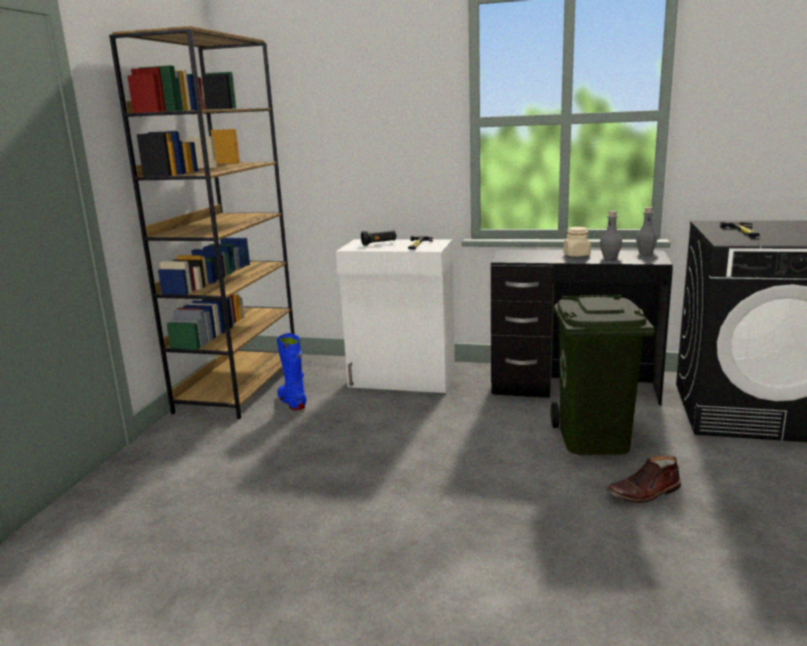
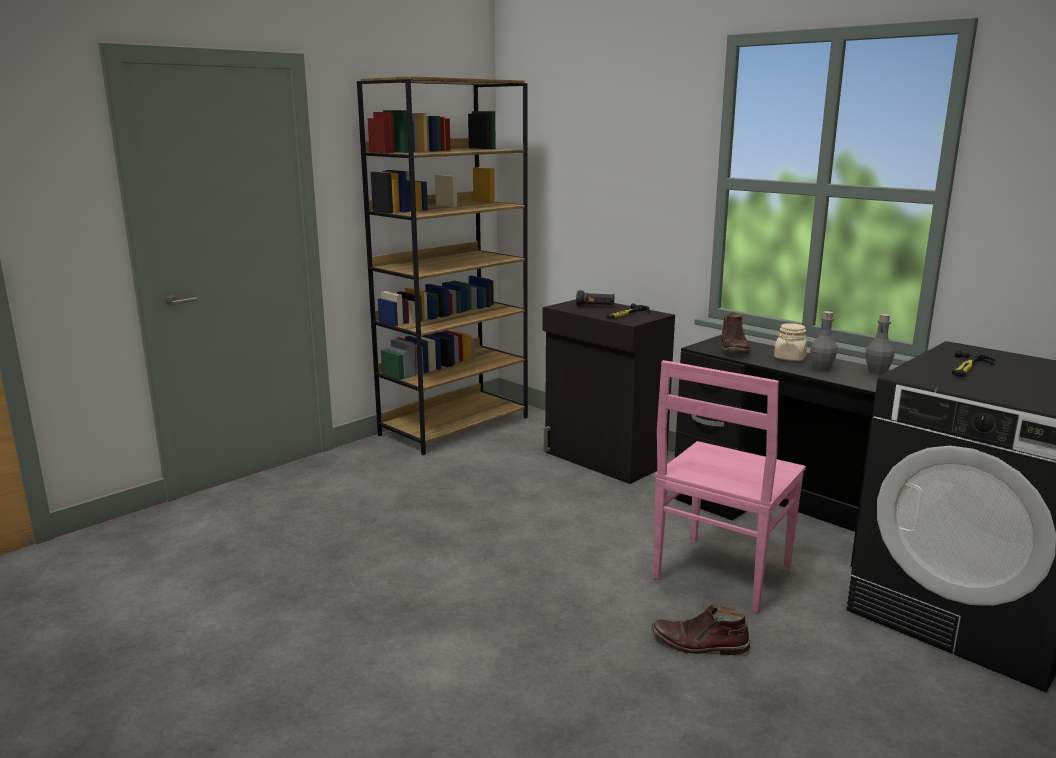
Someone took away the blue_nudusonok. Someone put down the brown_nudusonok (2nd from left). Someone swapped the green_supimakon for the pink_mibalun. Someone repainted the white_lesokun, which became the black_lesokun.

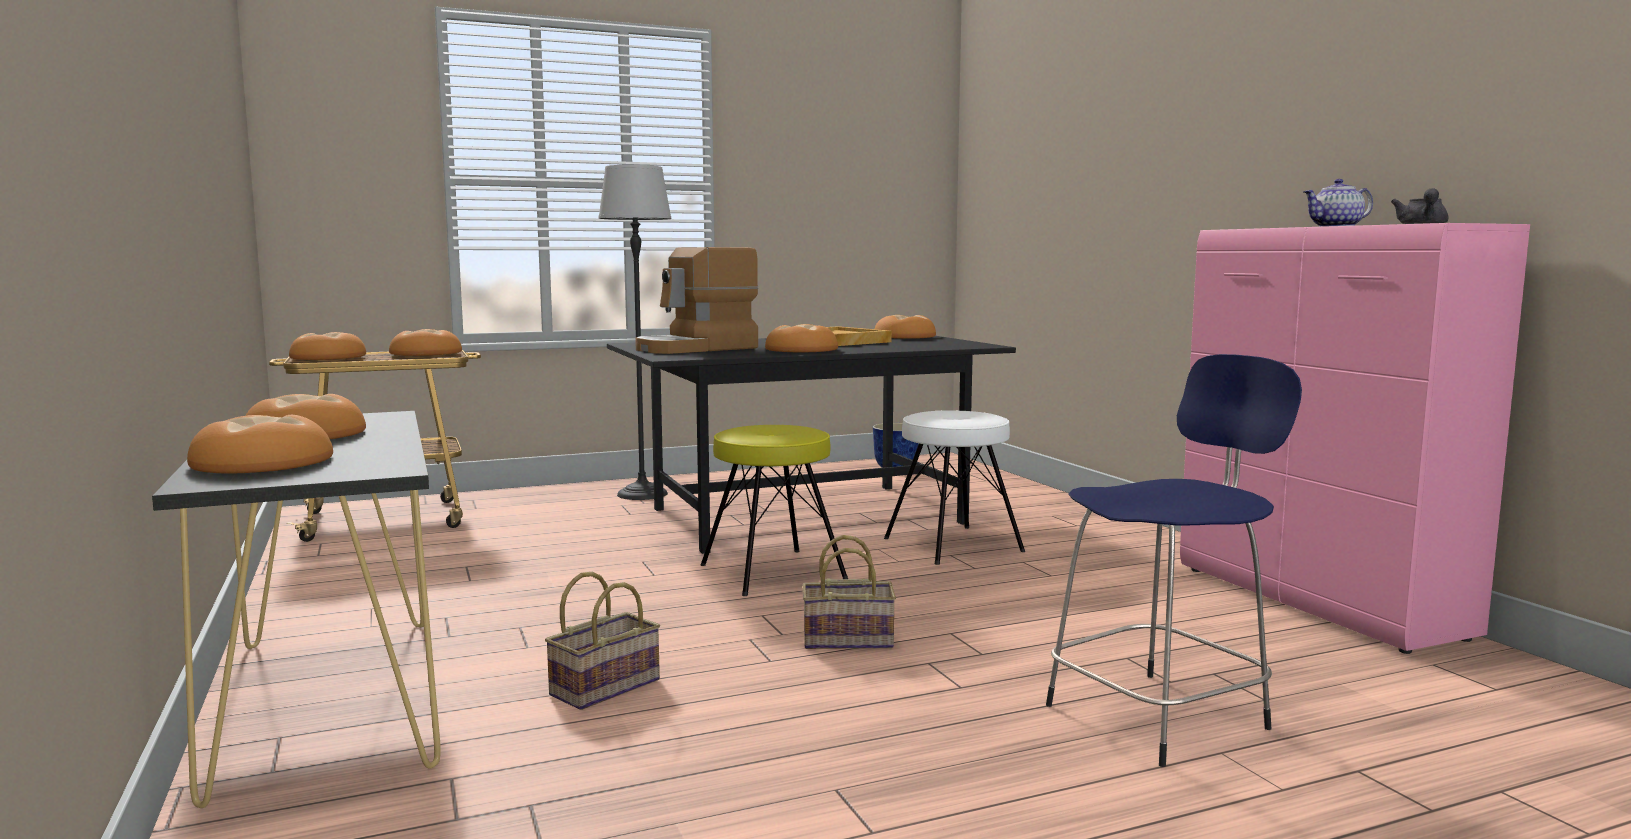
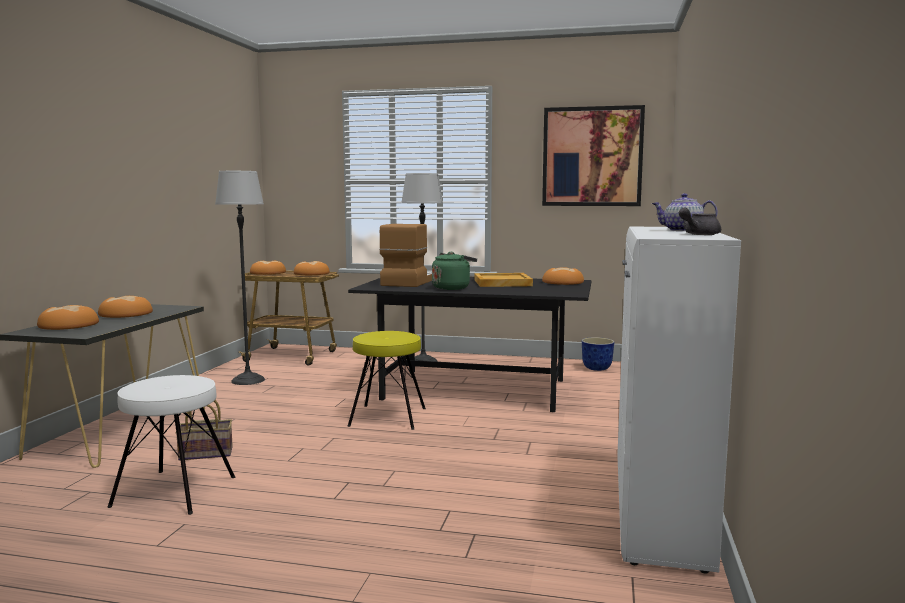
Someone took away the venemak (2nd from left). Someone took away the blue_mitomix. Someone put down the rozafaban (1st from left). Someone put up the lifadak. Someone carried the white_mitomix. Someone swapped the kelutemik (5th from left) for the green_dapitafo. Someone repainted the pink_lesokun, which became the white_lesokun. Someone rotated the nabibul by 105 degrees clockwise.

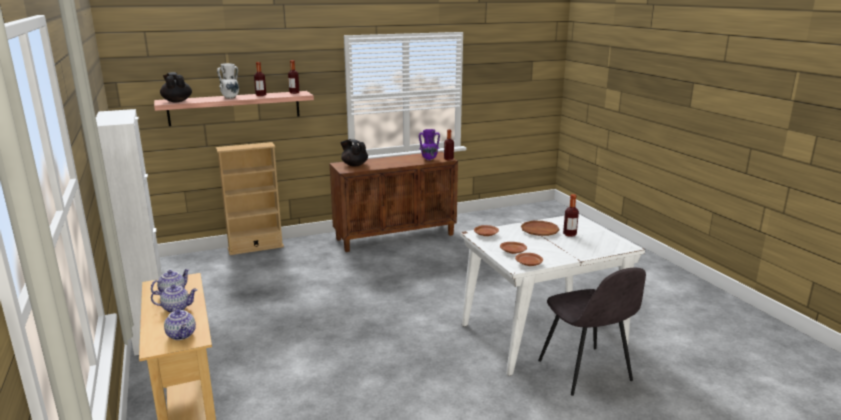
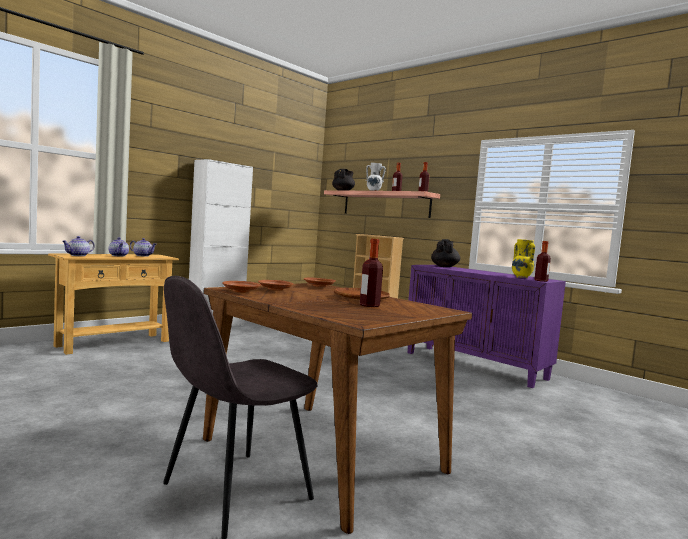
Someone repainted the brown_lesokun, which became the purple_lesokun. Someone repainted the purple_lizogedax, which became the yellow_lizogedax. Someone repainted the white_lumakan, which became the brown_lumakan.

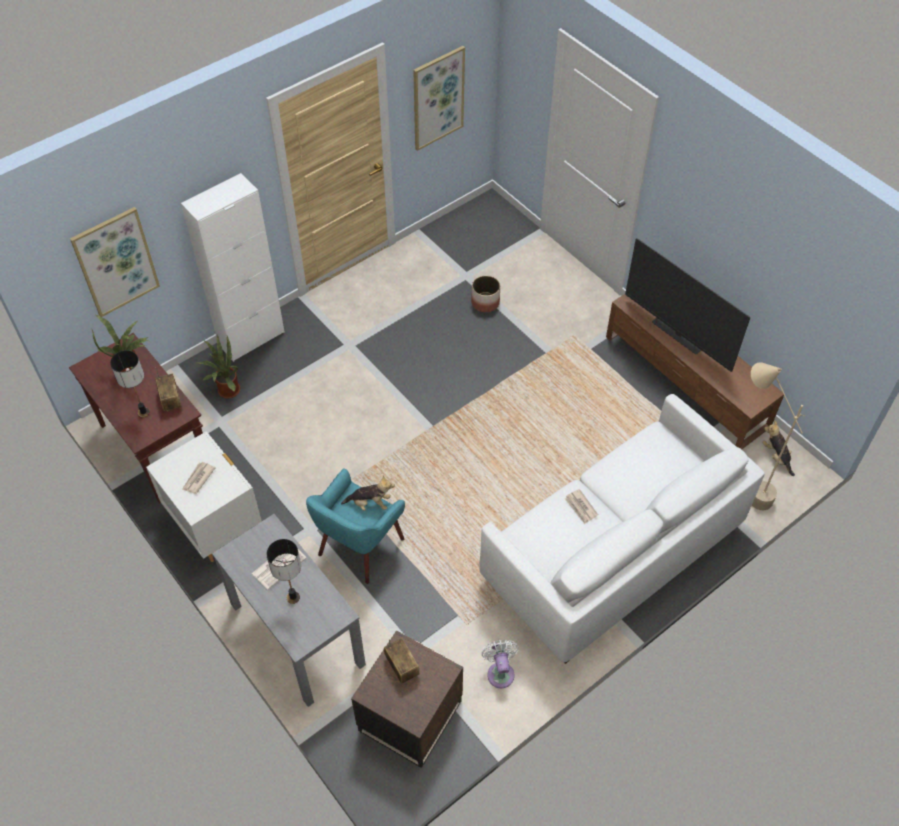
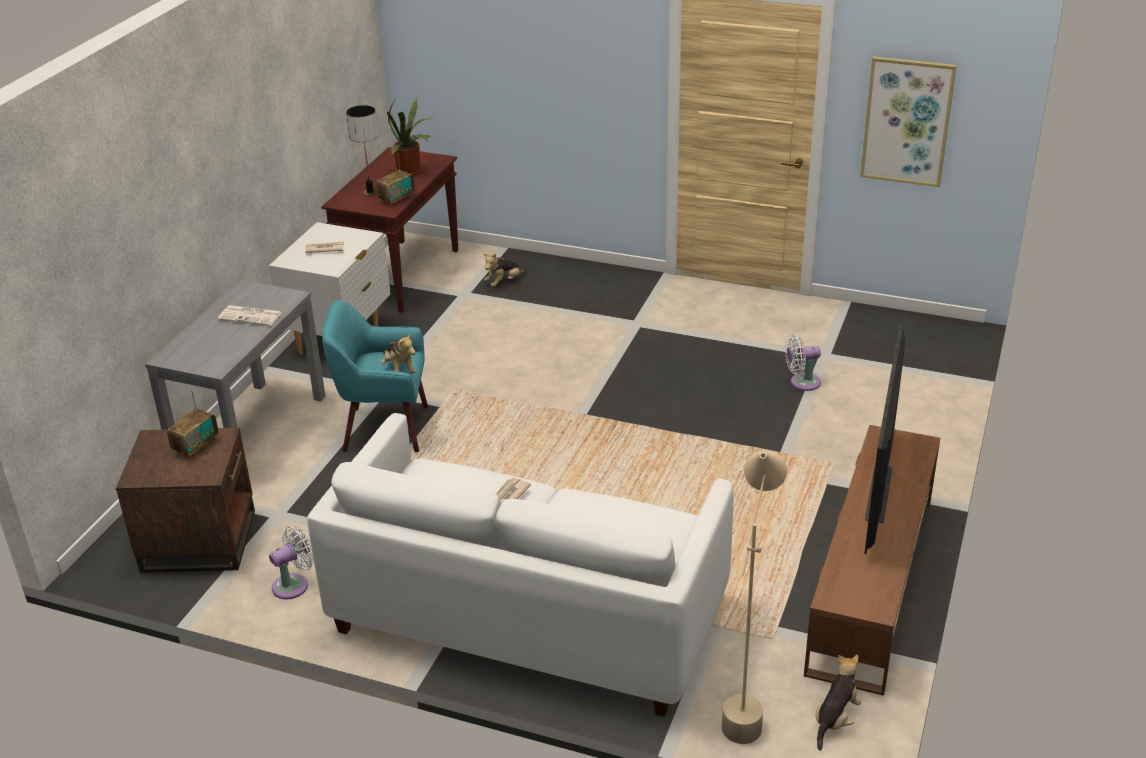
Someone took away the lifadak (1st from left). Someone took away the white_lesokun. Someone took away the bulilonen (2nd from left). Someone swapped the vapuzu (2nd from left) for the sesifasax (2nd from left). Someone swapped the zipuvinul for the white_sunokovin (2nd from left).

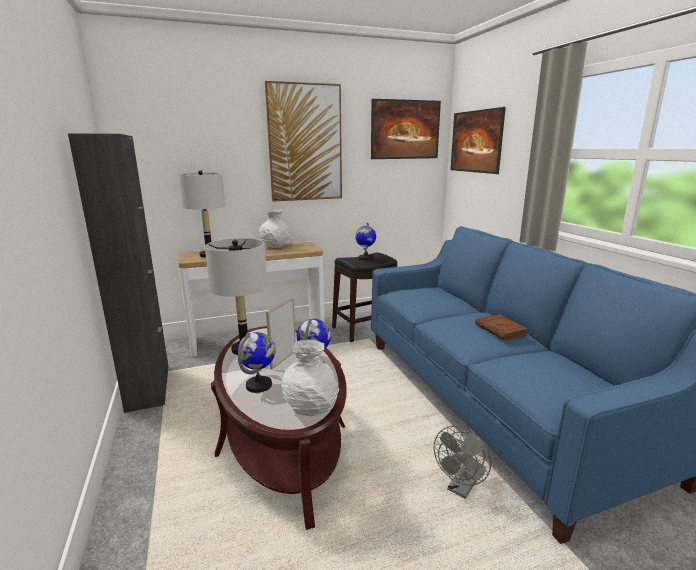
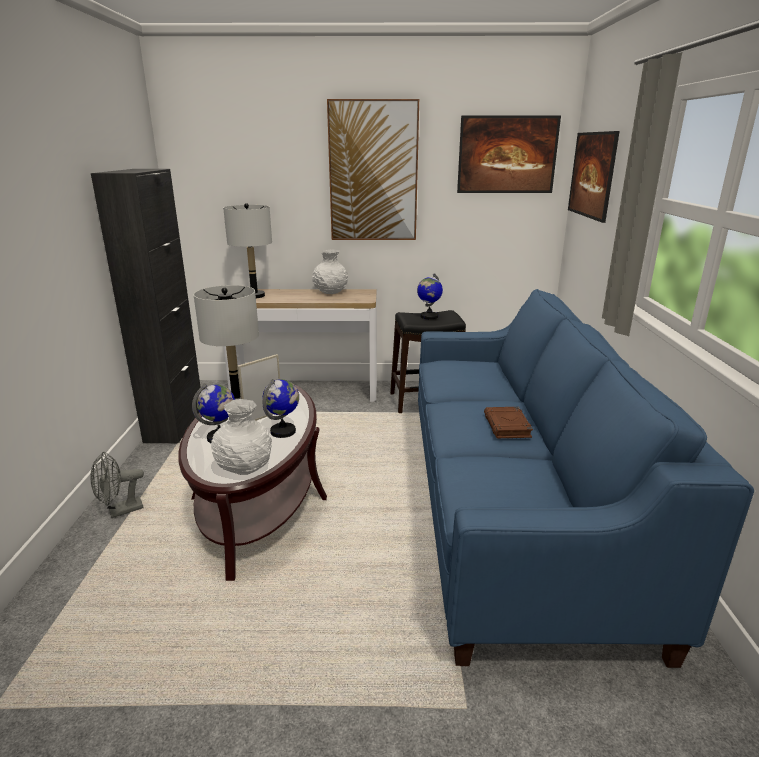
Someone carried the grey_sunokovin.

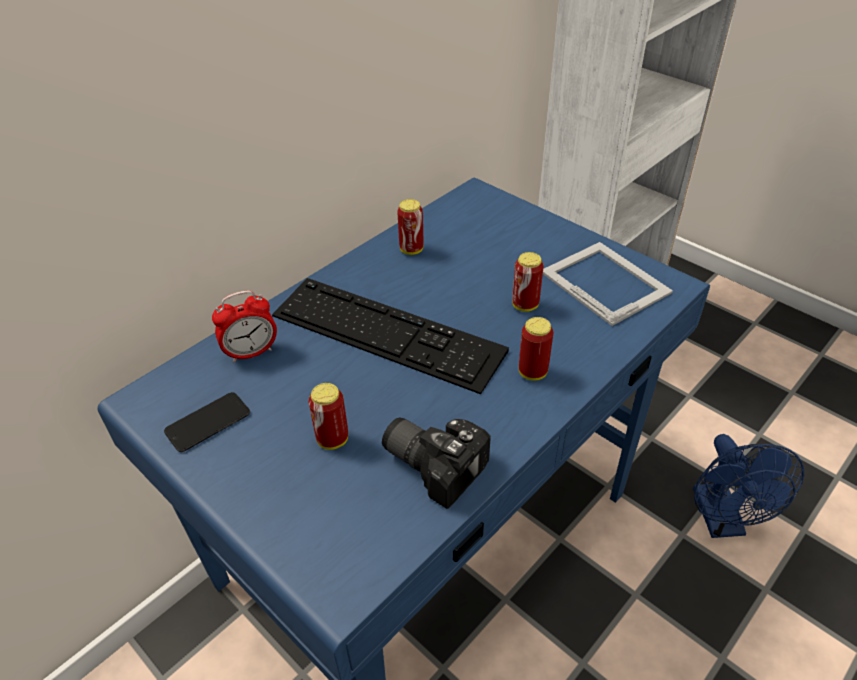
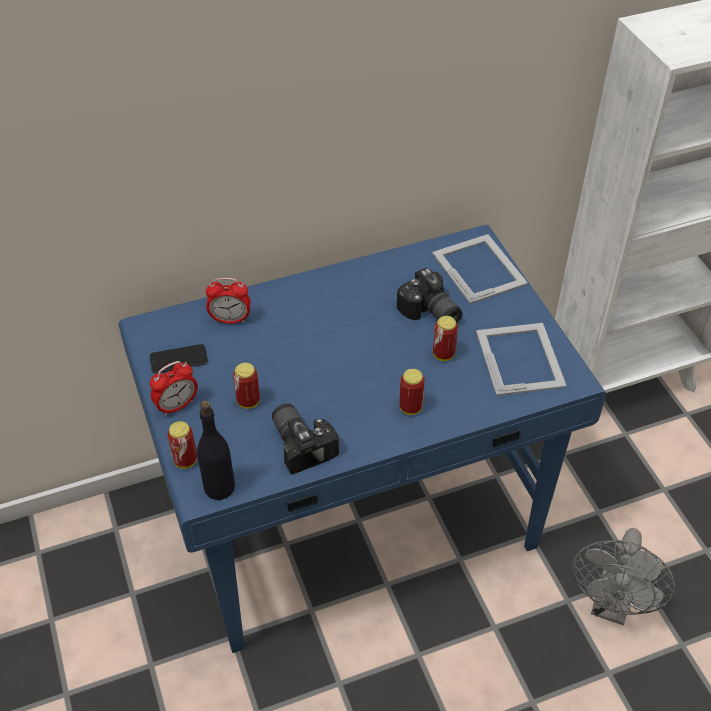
Someone took away the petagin. Someone put down the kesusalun (1st from left). Someone put down the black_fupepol. Someone put down the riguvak (2nd from left). Someone put down the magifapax (1st from left). Someone carried the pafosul (2nd from left in the first image). Someone repainted the blue_sunokovin, which became the grey_sunokovin.

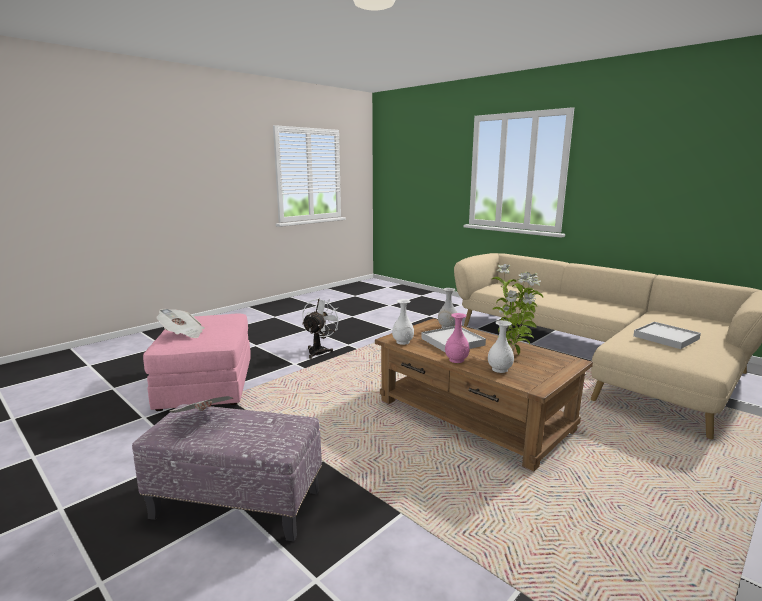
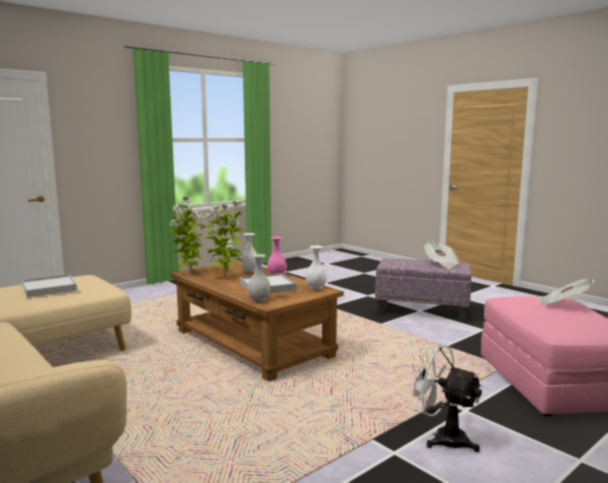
Someone put down the vapuzu (1st from left). Someone rotated the white_sunokovin by 105 degrees clockwise.

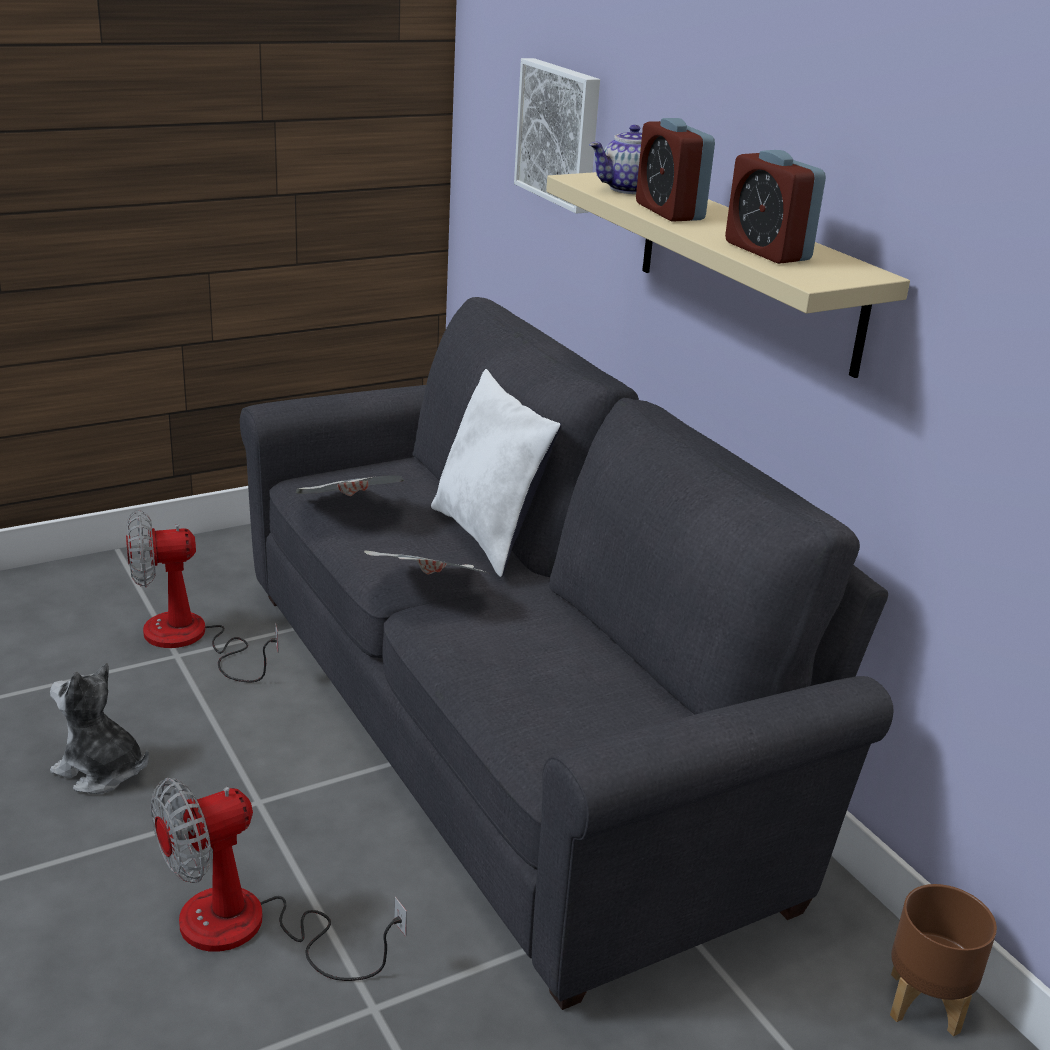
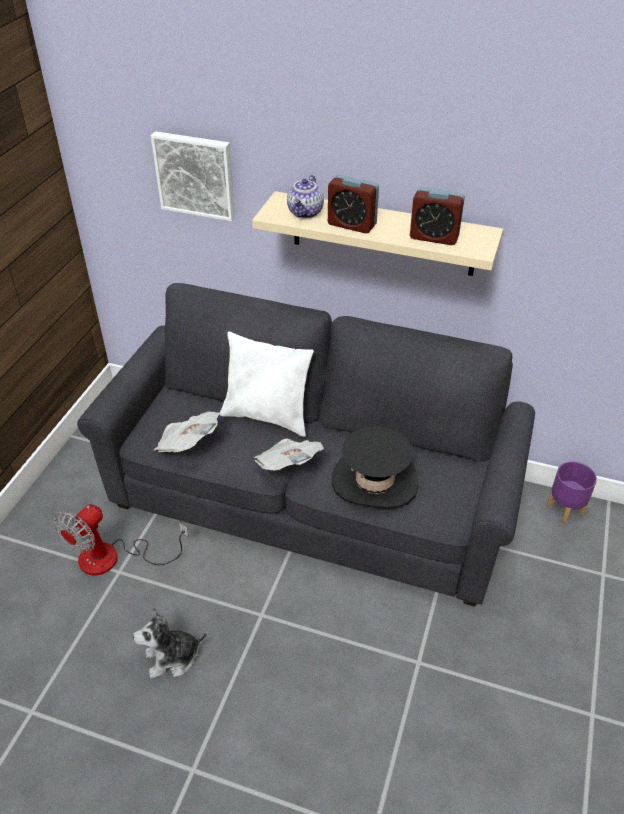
Someone took away the sunokovin (2nd from left). Someone put down the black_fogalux. Someone repainted the brown_zipuvinul, which became the purple_zipuvinul.

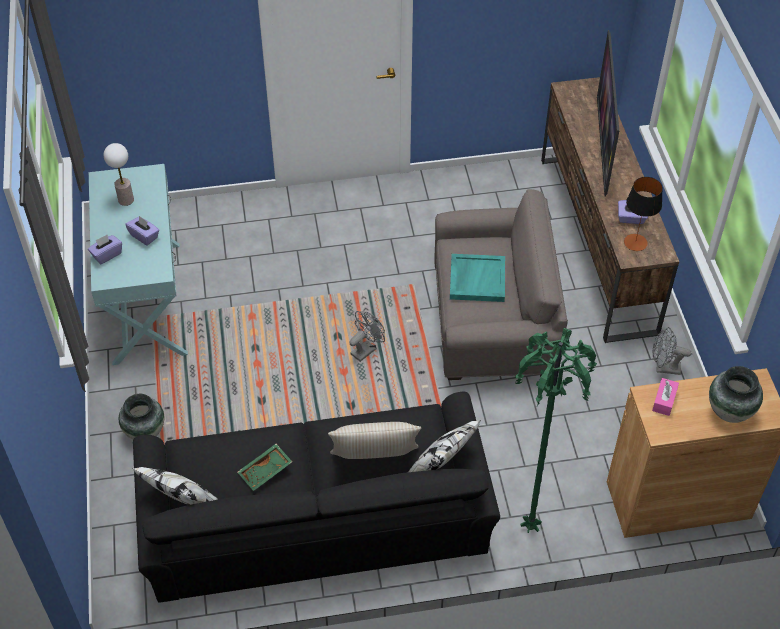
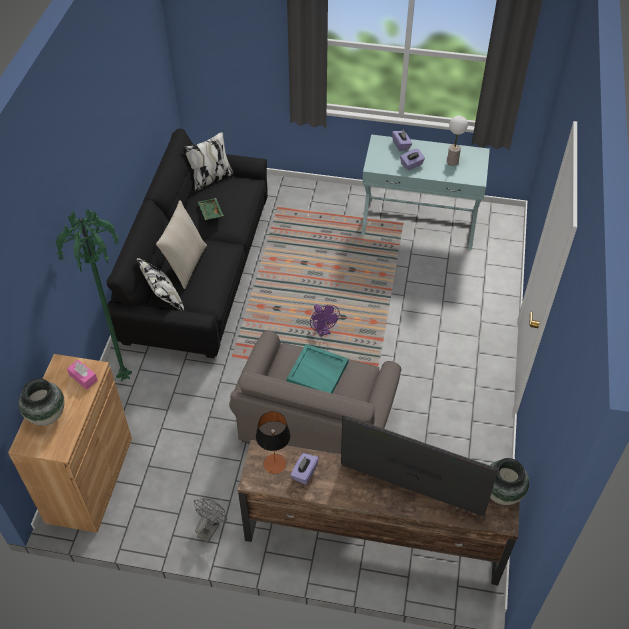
Someone carried the lizogedax (1st from left in the first image). Someone repainted the grey_sunokovin (1st from left), which became the purple_sunokovin.

